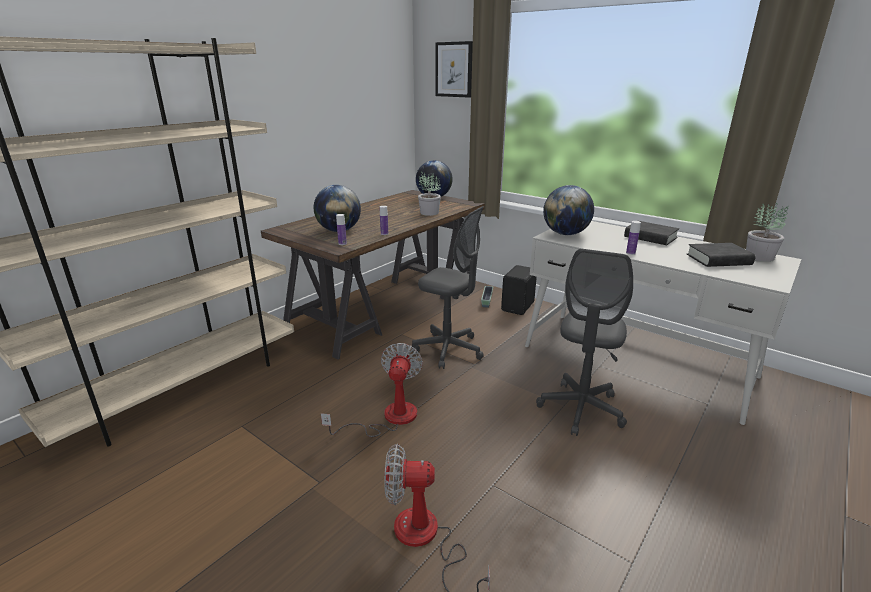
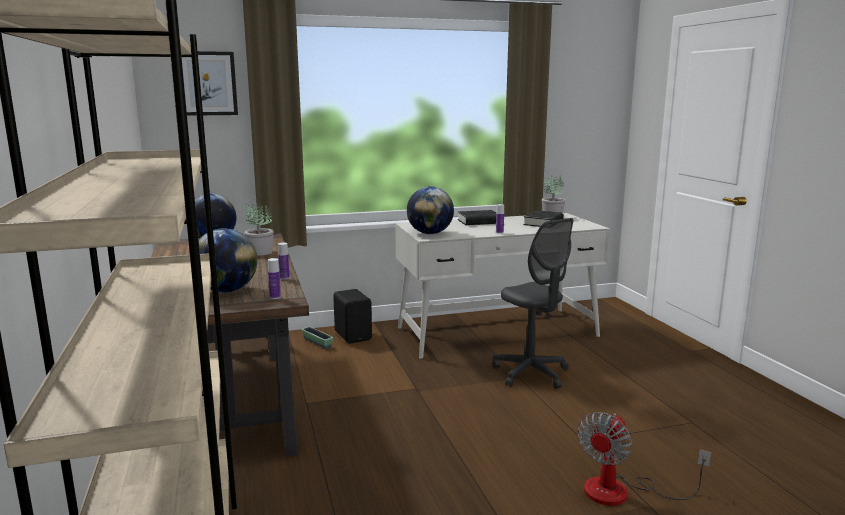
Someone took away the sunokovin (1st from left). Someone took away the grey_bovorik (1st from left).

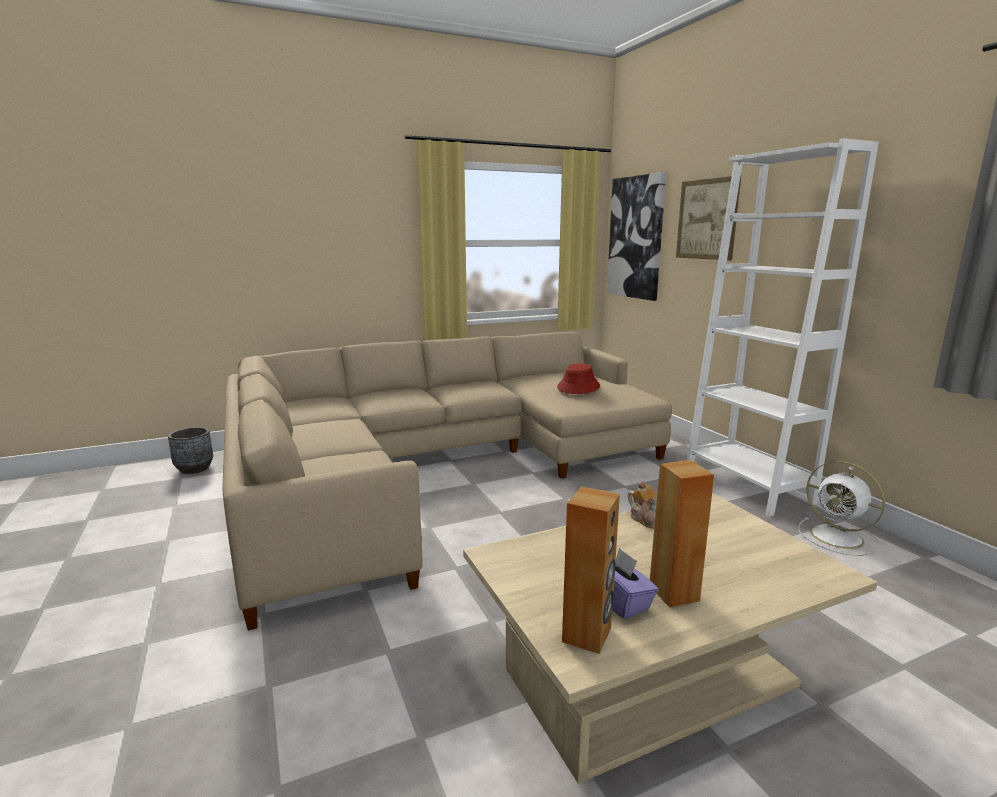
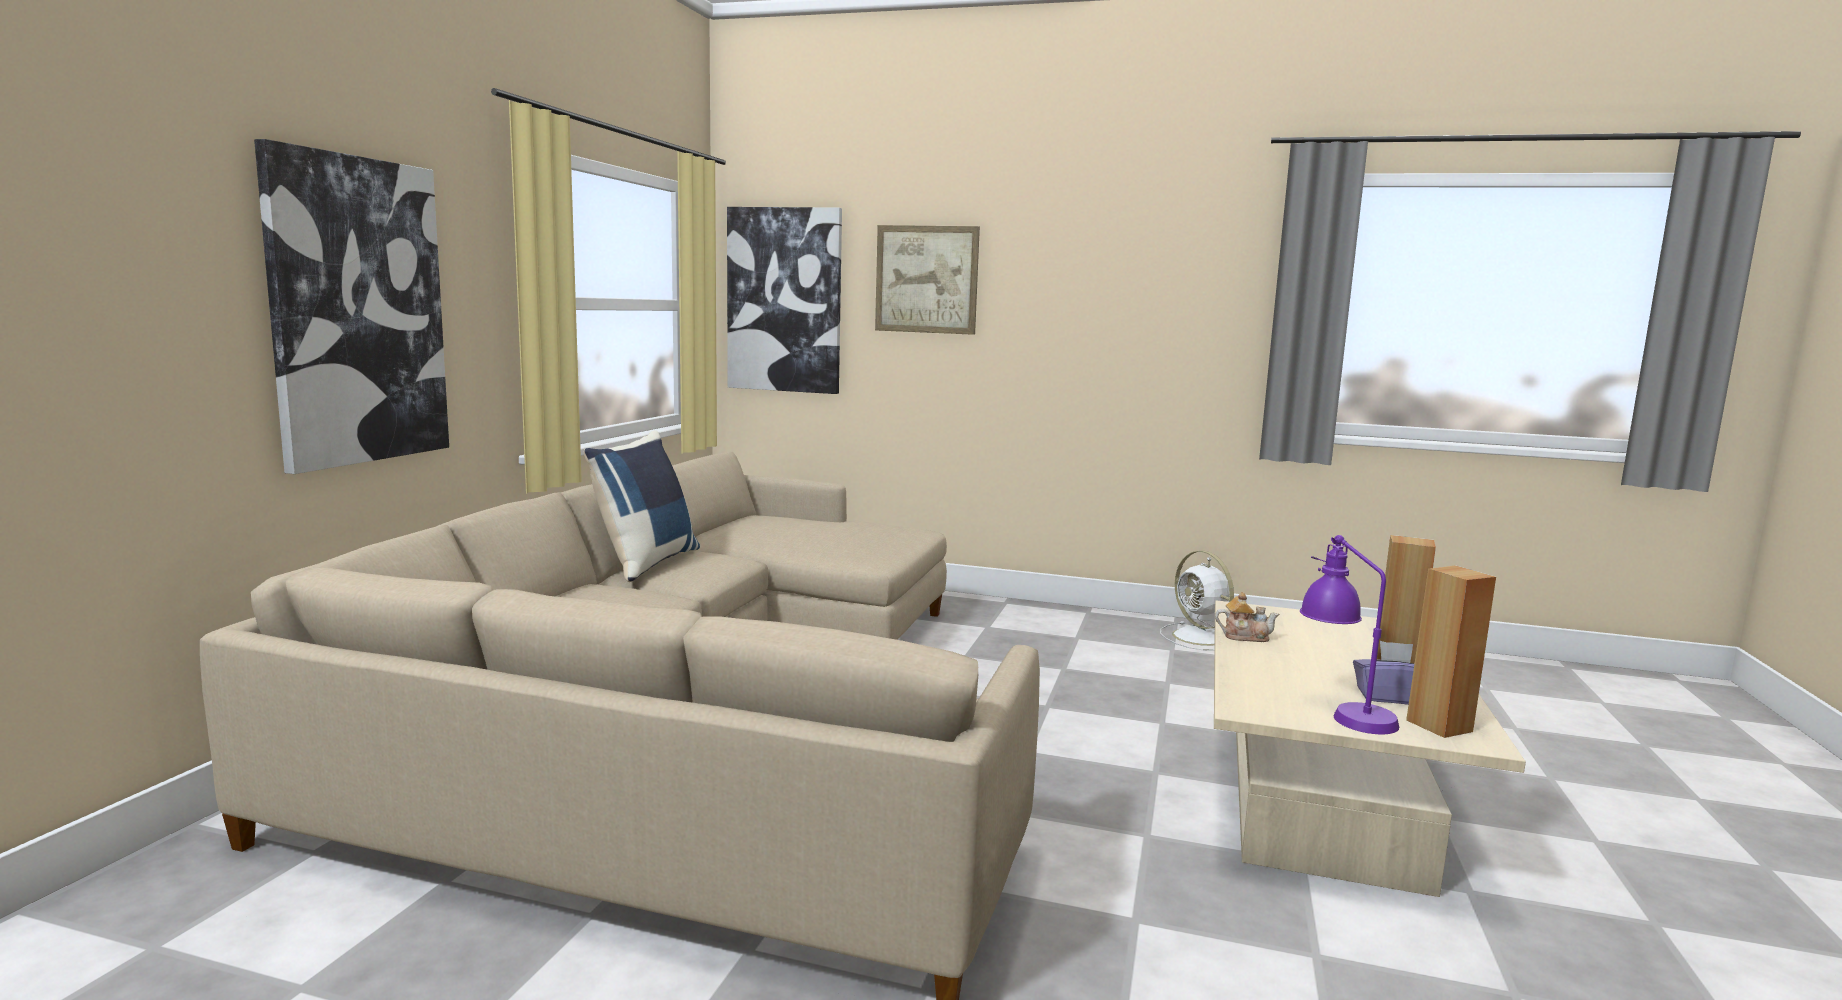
Someone took away the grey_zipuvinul. Someone took away the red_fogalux. Someone took away the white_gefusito. Someone put up the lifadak (1st from left). Someone put down the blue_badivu. Someone put down the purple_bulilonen. Someone rotated the white_sunokovin by 60 degrees clockwise.

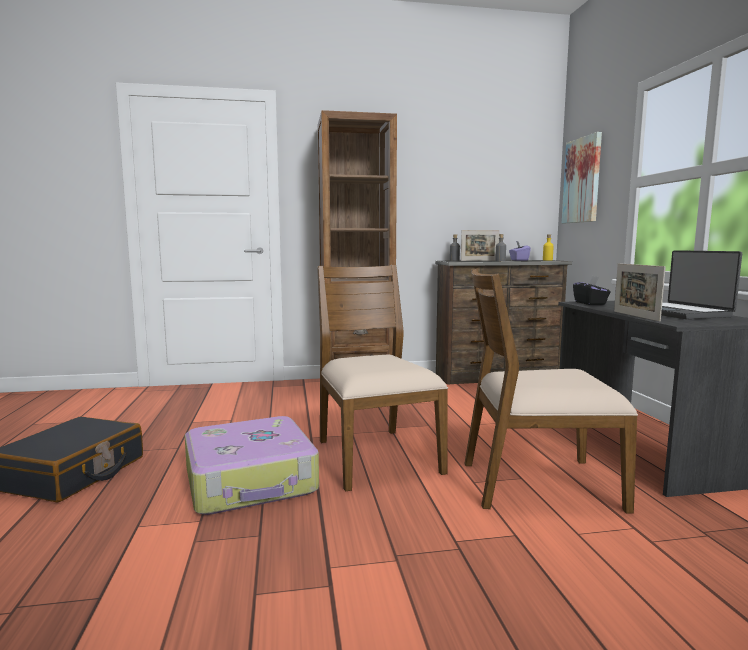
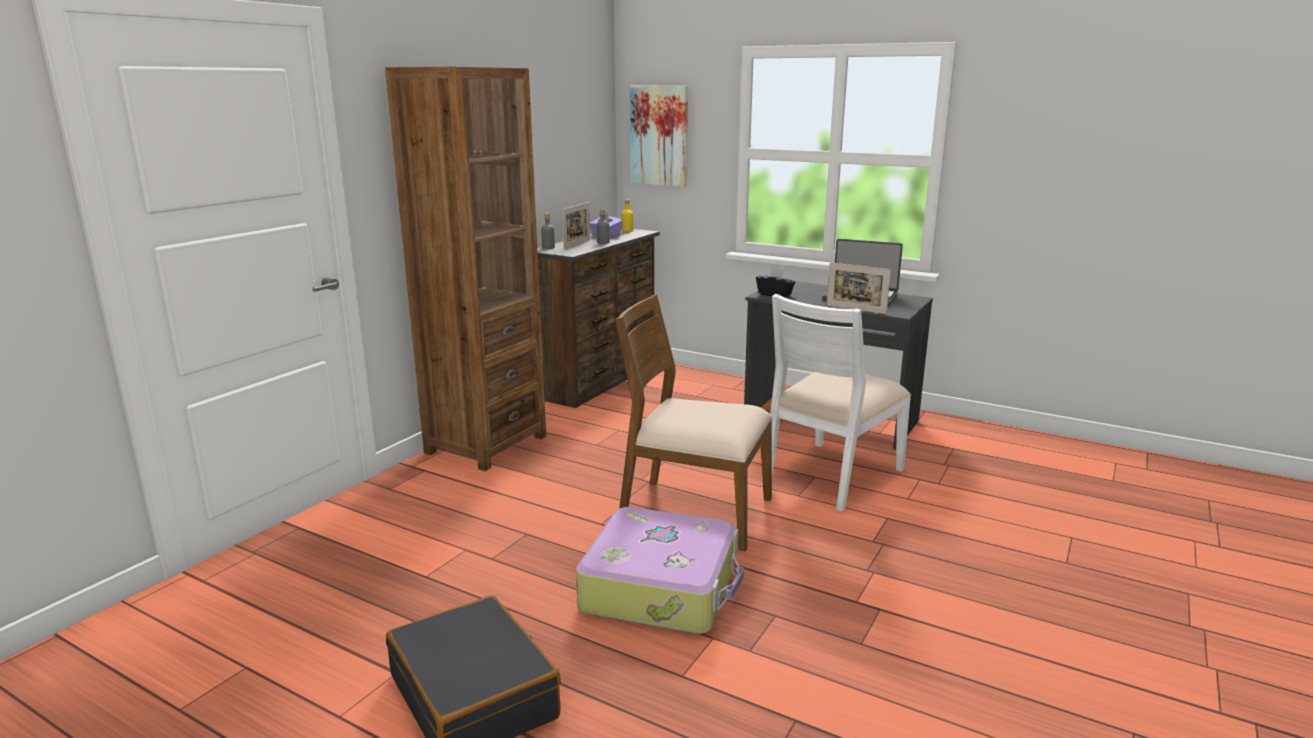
Someone repainted the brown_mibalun (2nd from left), which became the white_mibalun.

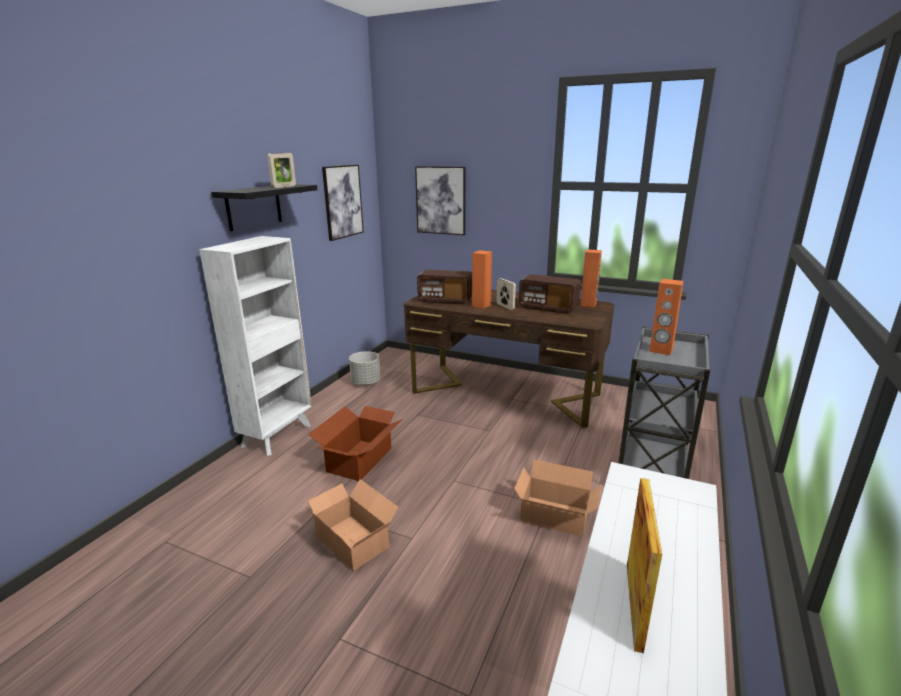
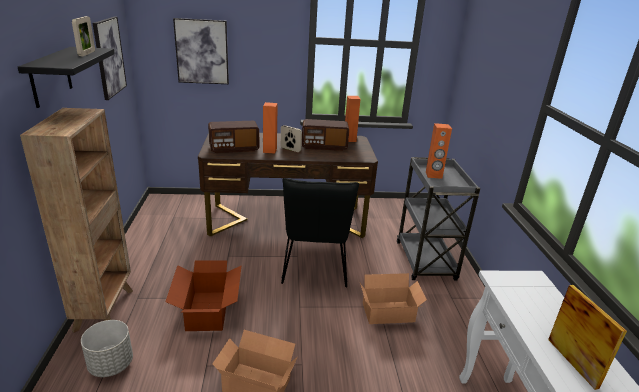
Someone put down the black_mibalun. Someone carried the grey_zipuvinul. Someone repainted the white_gefusito, which became the brown_gefusito.

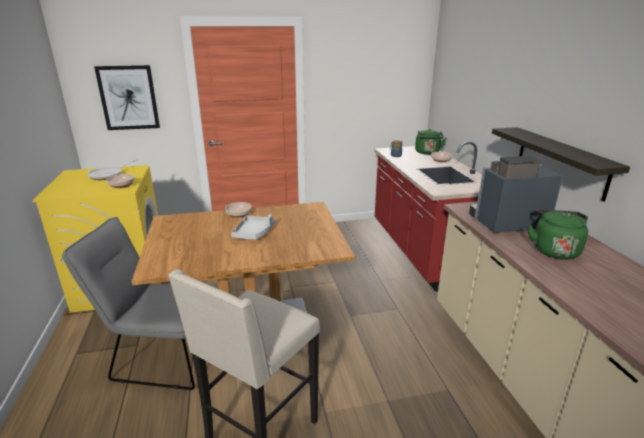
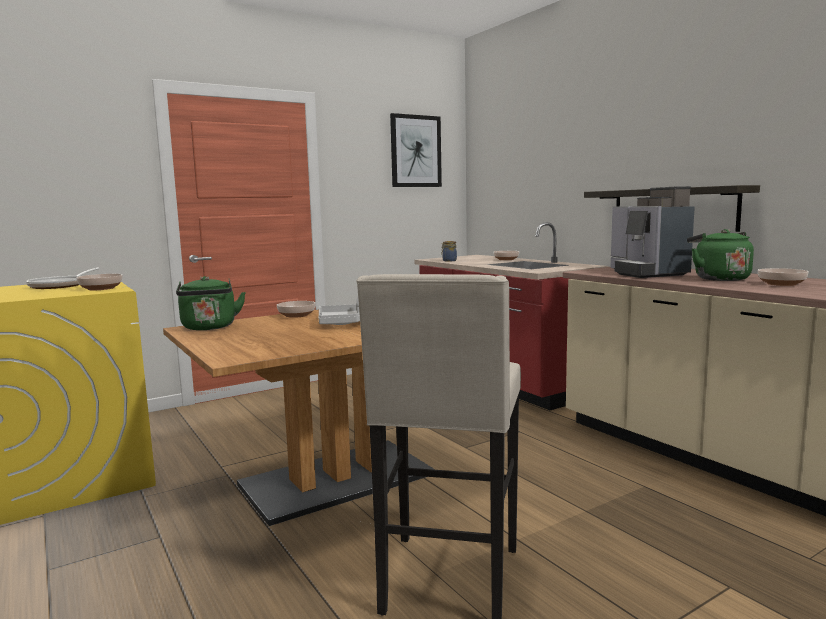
Someone took away the grey_mibalun. Someone put down the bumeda (4th from left). Someone carried the lifadak. Someone carried the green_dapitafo (1st from left). Someone rotated the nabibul by 75 degrees counterclockwise.

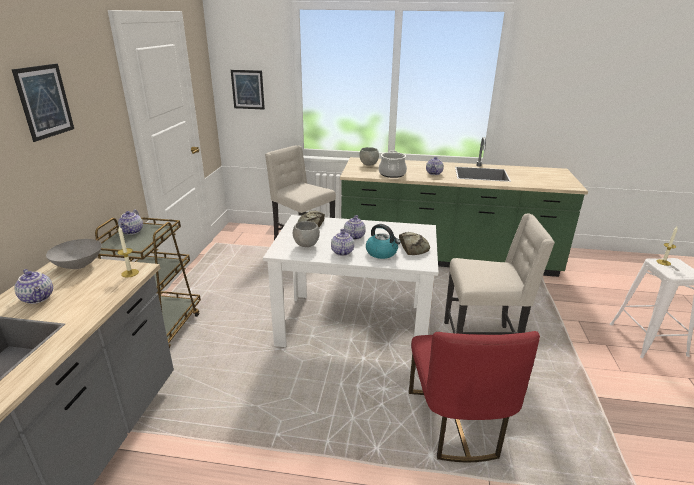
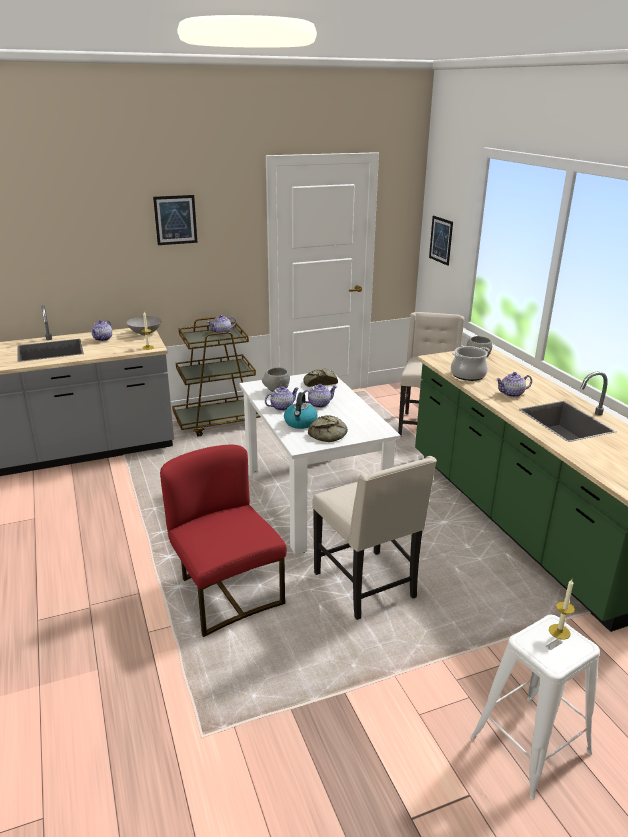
Someone rotated the red_mibalun by 90 degrees clockwise.

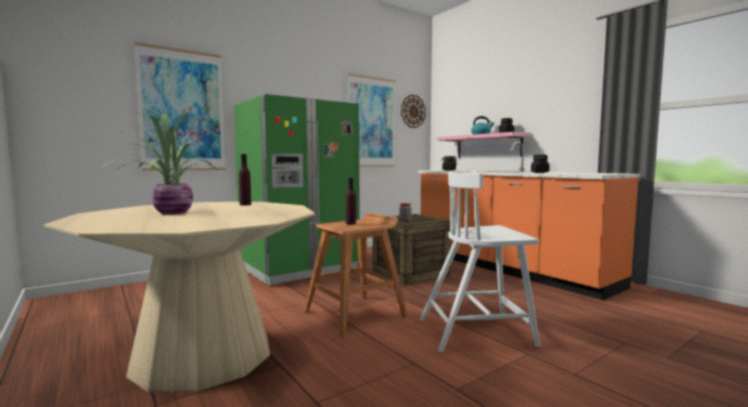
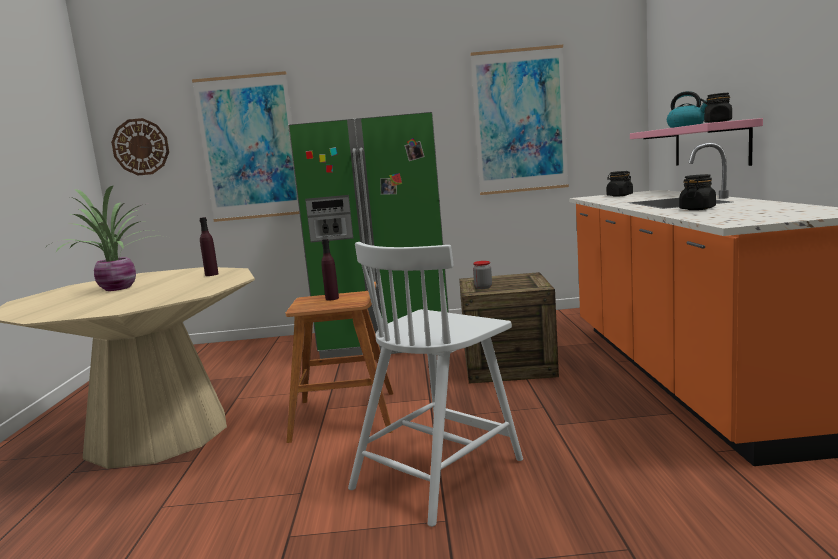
Someone carried the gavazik. Someone rotated the white_mibalun by 75 degrees counterclockwise.

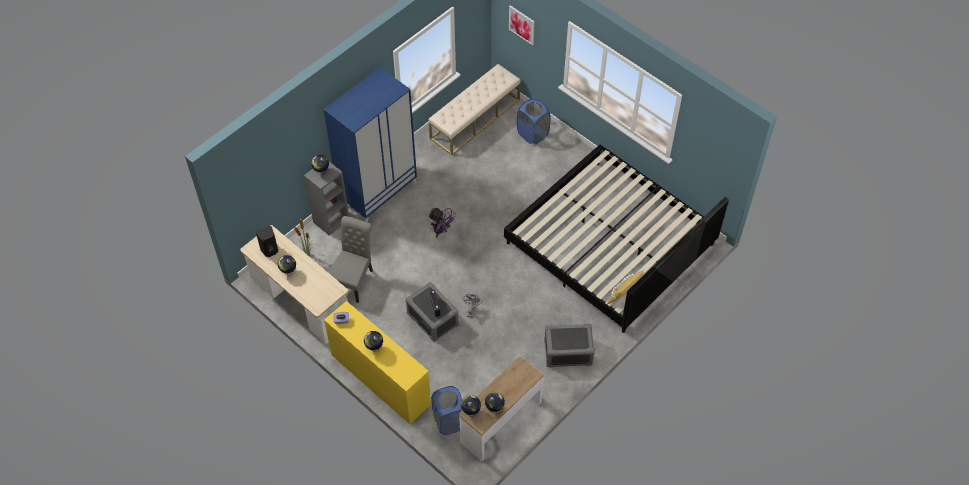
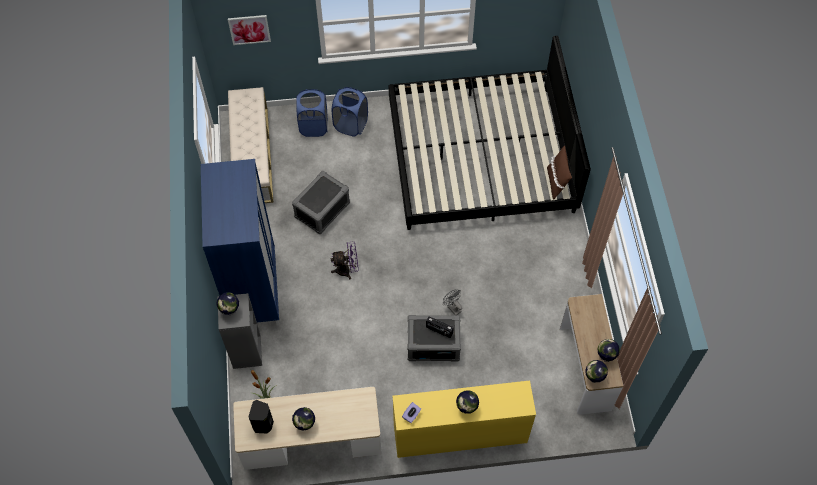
Someone took away the grey_mibalun. Someone carried the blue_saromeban (1st from left in the first image). Someone carried the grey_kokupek (2nd from left in the first image). Someone repainted the yellow_badivu, which became the brown_badivu.

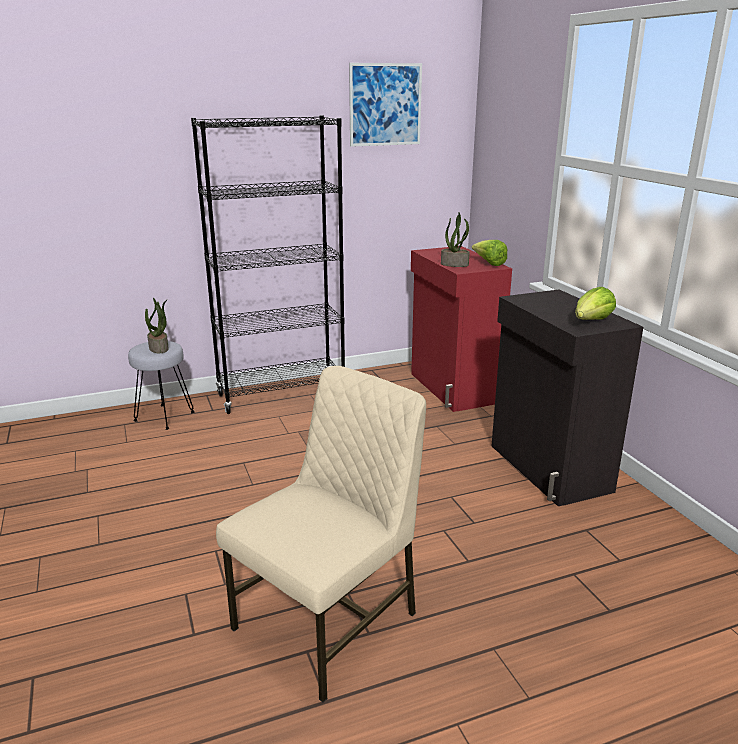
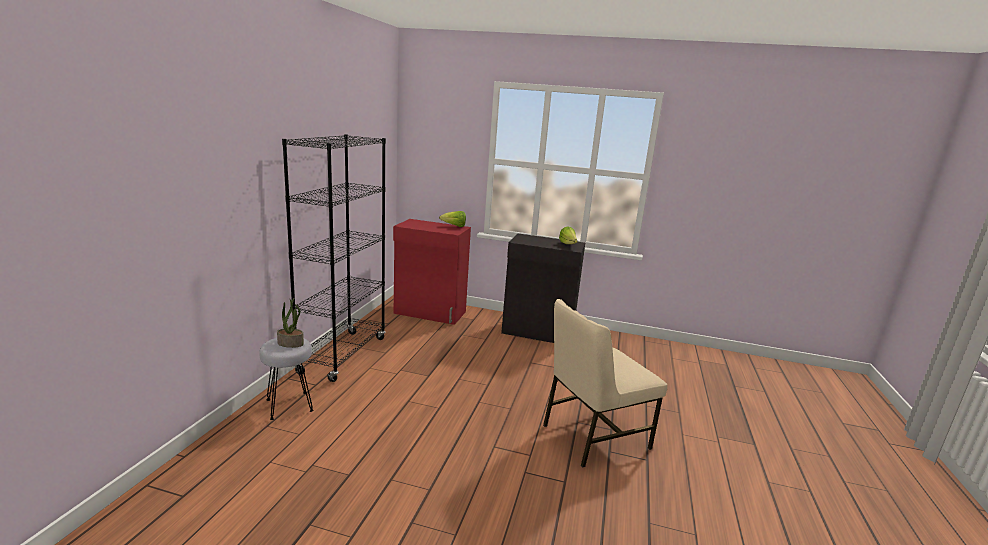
Someone took away the lifadak. Someone took away the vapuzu (2nd from left). Someone rotated the beige_mibalun by 105 degrees counterclockwise.

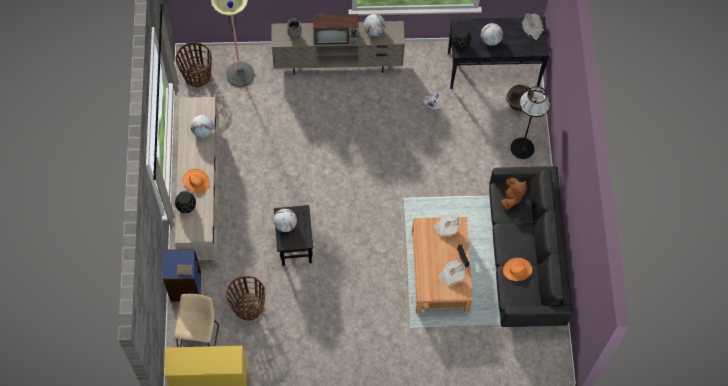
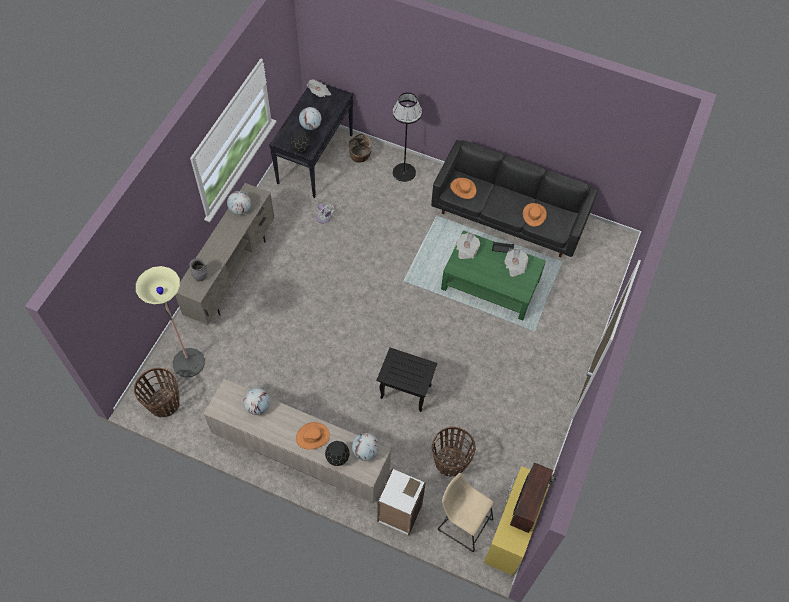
Someone carried the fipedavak (2nd from left in the first image). Someone carried the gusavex. Someone swapped the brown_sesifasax for the orange_fogalux (2nd from left). Someone repainted the blue_gefusito, which became the white_gefusito. Someone repainted the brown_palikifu, which became the green_palikifu.

